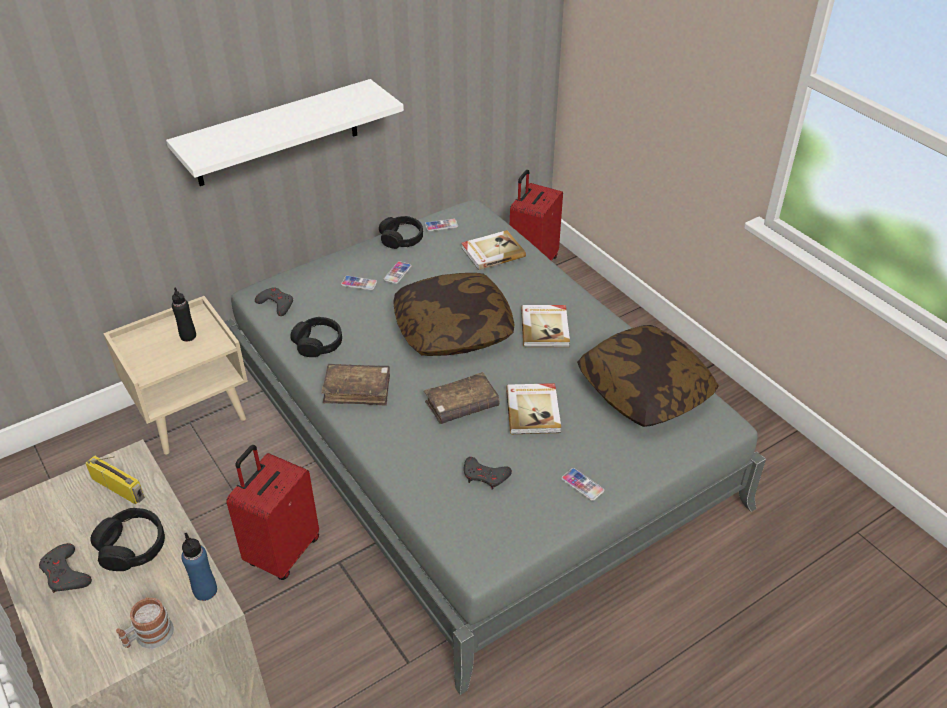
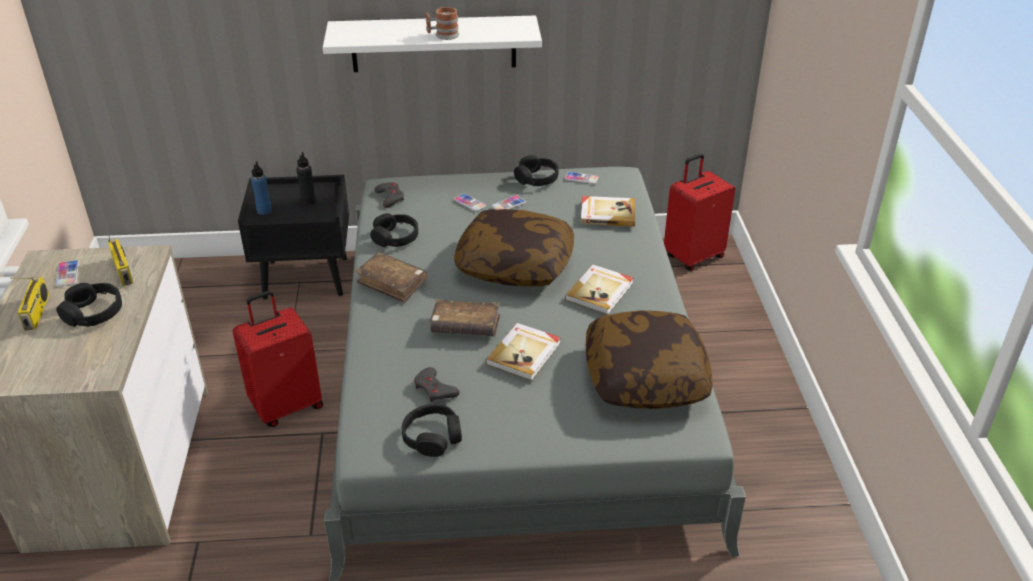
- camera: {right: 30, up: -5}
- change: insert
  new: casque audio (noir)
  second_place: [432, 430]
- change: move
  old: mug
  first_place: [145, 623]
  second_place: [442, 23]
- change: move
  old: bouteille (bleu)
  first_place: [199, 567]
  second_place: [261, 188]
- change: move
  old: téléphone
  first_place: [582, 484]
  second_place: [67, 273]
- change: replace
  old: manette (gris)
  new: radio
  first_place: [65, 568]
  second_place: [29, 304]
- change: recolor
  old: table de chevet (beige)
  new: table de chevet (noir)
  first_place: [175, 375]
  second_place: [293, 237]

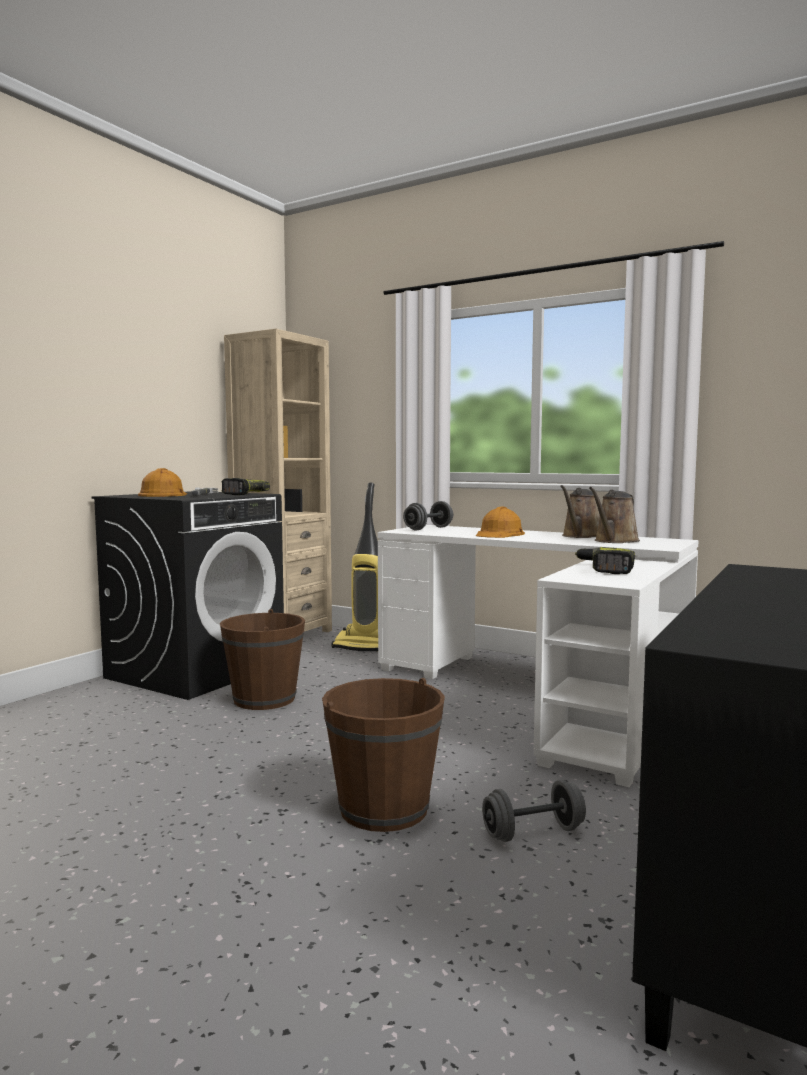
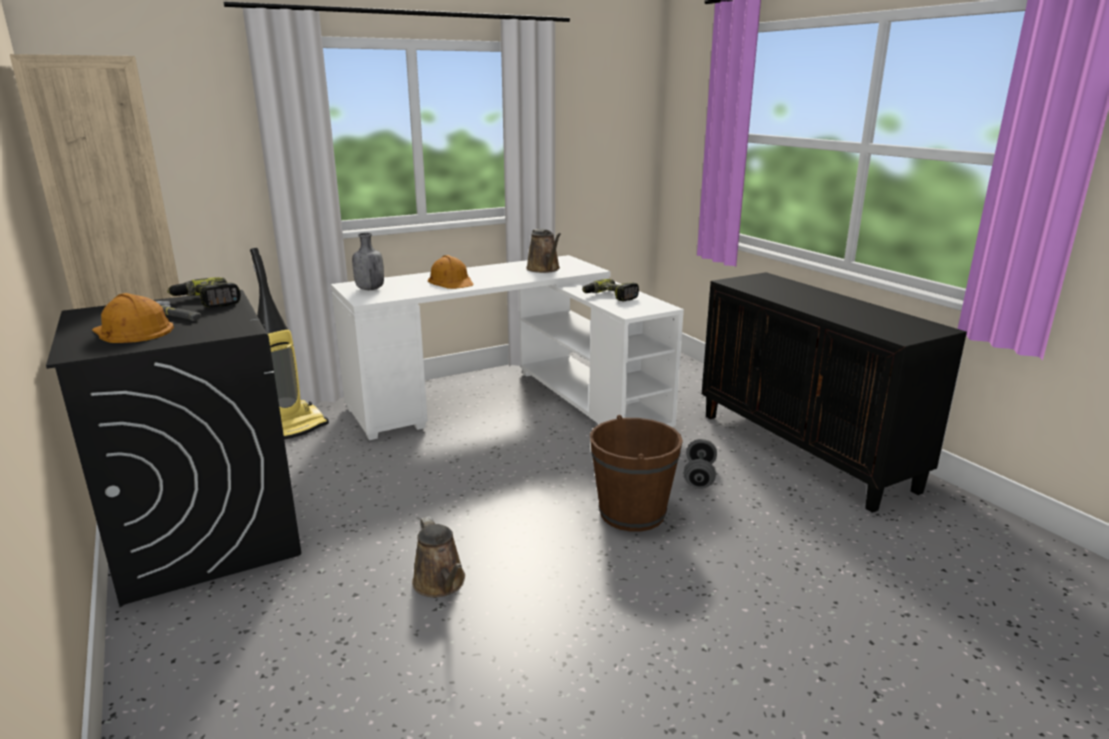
- camera: {right: -60, up: 15}
- change: delete
  old: seau (marron)
  first_place: [262, 659]
- change: move
  old: arrosoir (marron)
  first_place: [580, 511]
  second_place: [438, 556]
- change: replace
  old: haltère (gris)
  new: bouteille (gris)
  first_place: [428, 515]
  second_place: [368, 261]

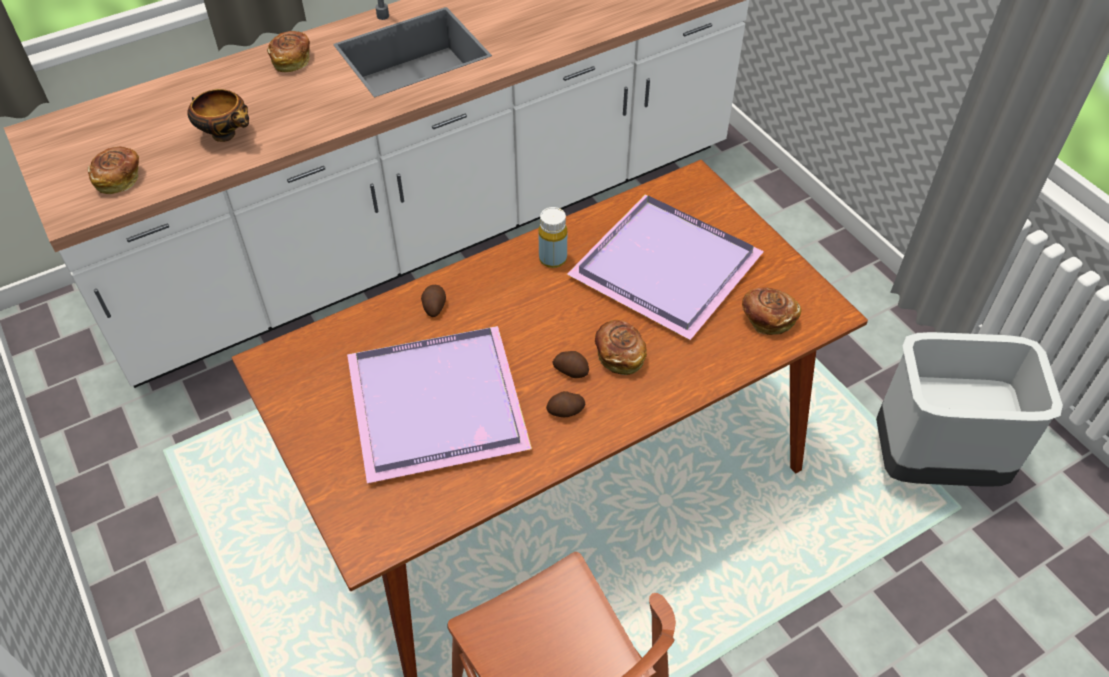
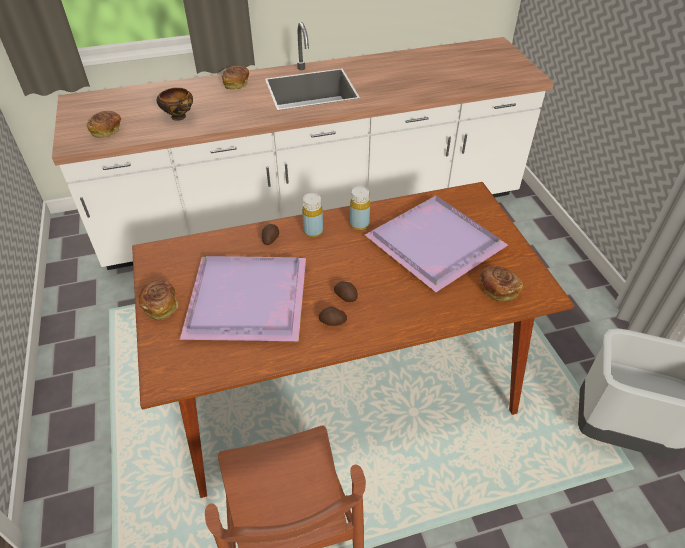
- camera: {right: 15, up: -5}
- change: insert
  new: bouteille (jaune)
  second_place: [312, 215]
- change: move
  old: pain
  first_place: [621, 347]
  second_place: [158, 299]

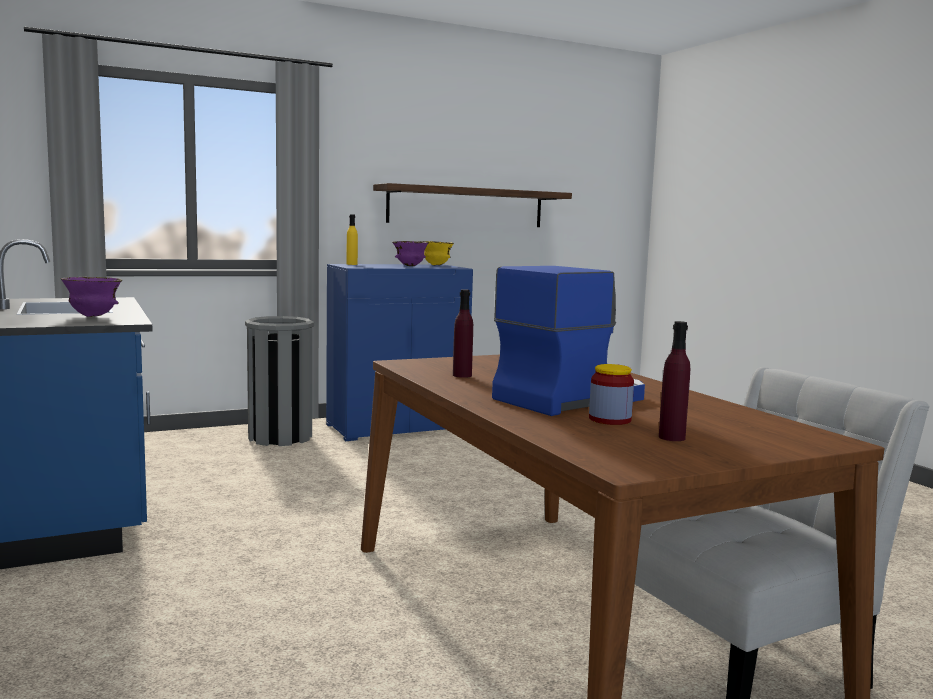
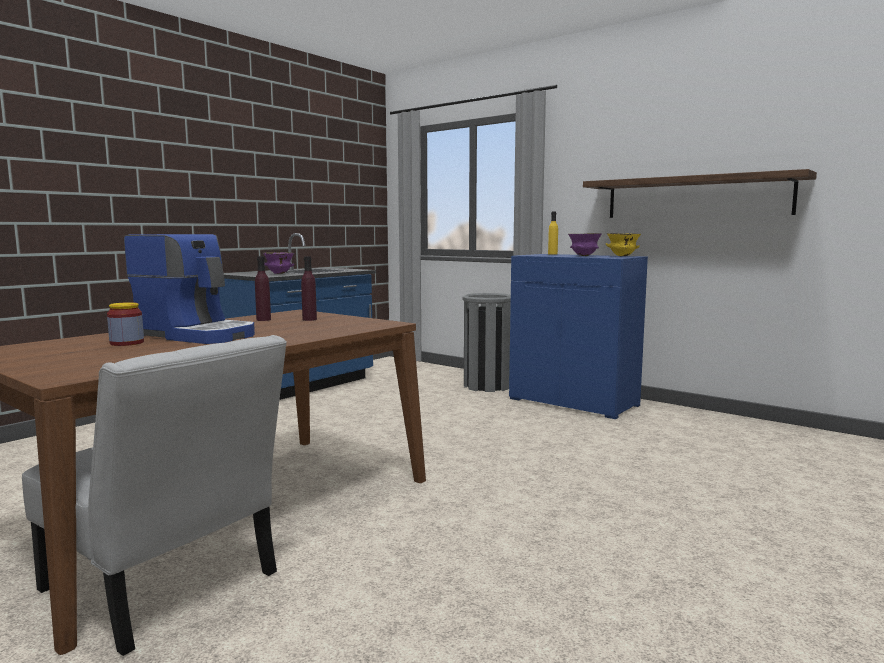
- camera: {right: 65, up: 0}
- change: move
  old: bouteille (violet)
  first_place: [674, 381]
  second_place: [309, 288]

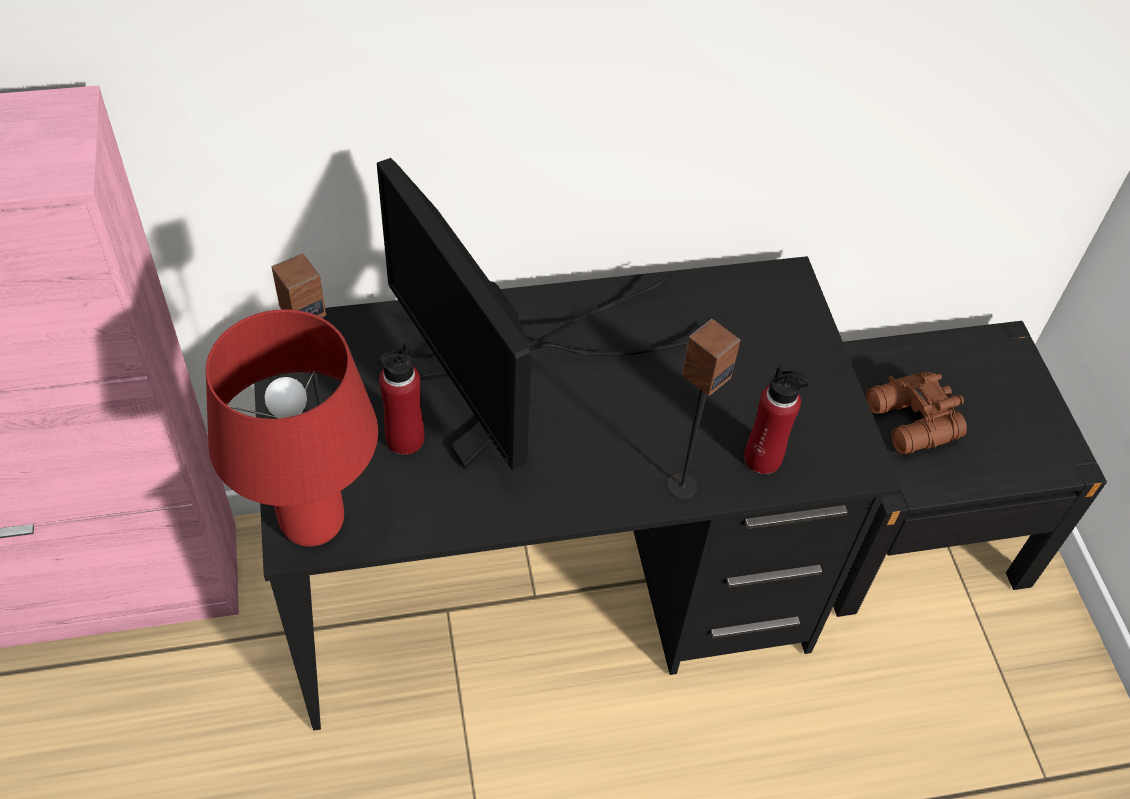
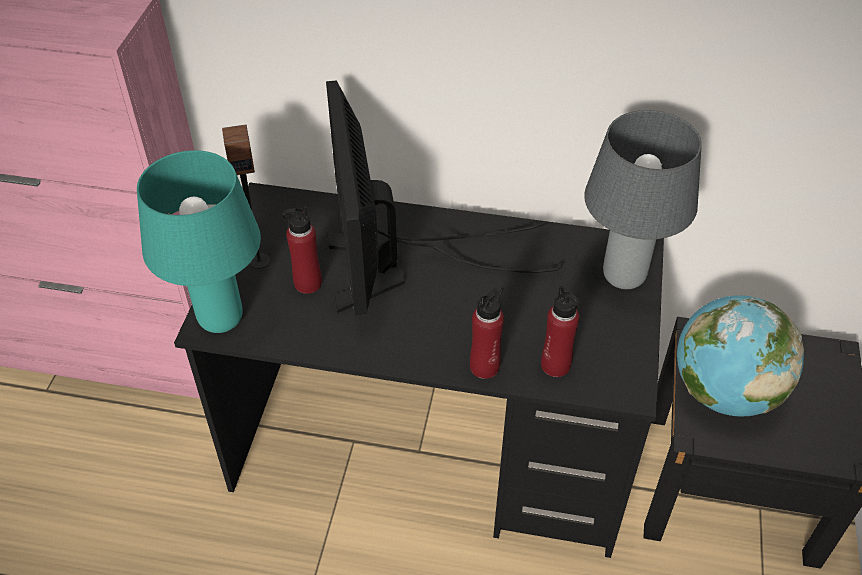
- camera: {right: 25, up: -5}
- change: insert
  new: lampe de table (gris)
  second_place: [643, 199]
- change: replace
  old: enceinte
  new: bouteille (rouge)
  first_place: [704, 409]
  second_place: [487, 332]
- change: replace
  old: jumelles (marron)
  new: globe
  first_place: [916, 413]
  second_place: [740, 355]
- change: recolor
  old: lampe de table (rouge)
  new: lampe de table (turquoise)
  first_place: [292, 428]
  second_place: [199, 241]

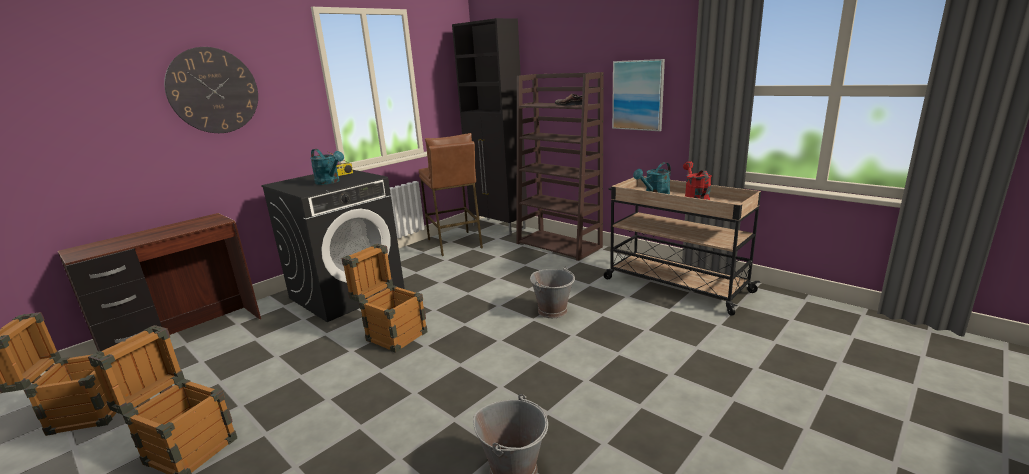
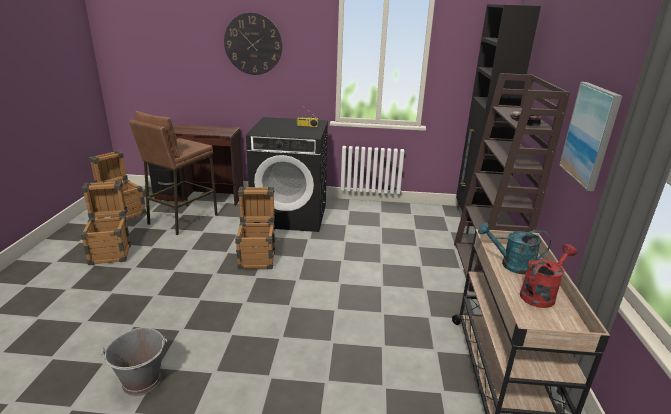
- camera: {right: 50, up: 5}
- change: delete
  old: arrosoir (turquoise)
  first_place: [327, 167]
- change: delete
  old: seau (gris)
  first_place: [552, 292]
- change: move
  old: tabouret (marron)
  first_place: [451, 194]
  second_place: [173, 173]

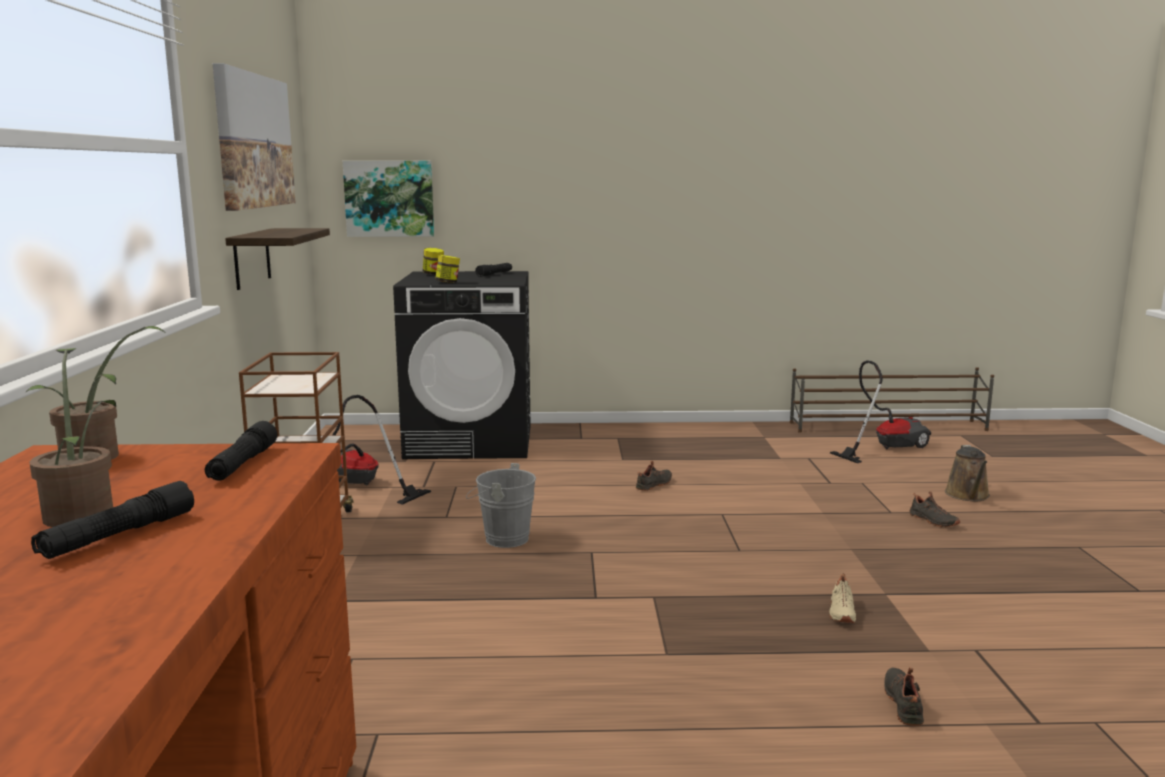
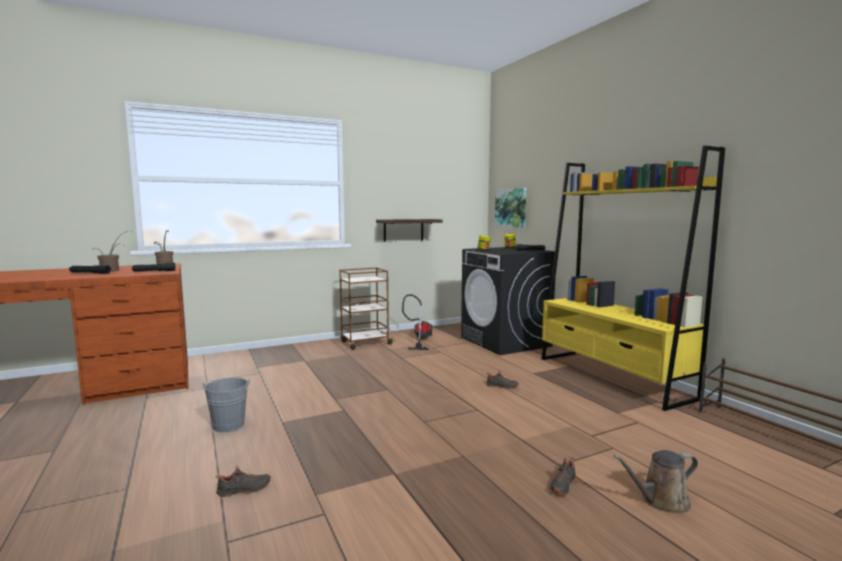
- camera: {right: 65, up: -5}
- change: delete
  old: tableau
  first_place: [254, 137]
- change: delete
  old: chaussure (beige)
  first_place: [842, 598]
- change: delete
  old: aspirateur
  first_place: [880, 411]
- change: insert
  new: bibliothèque (jaune)
  second_place: [633, 278]
- change: move
  old: seau (gris)
  first_place: [501, 505]
  second_place: [226, 405]

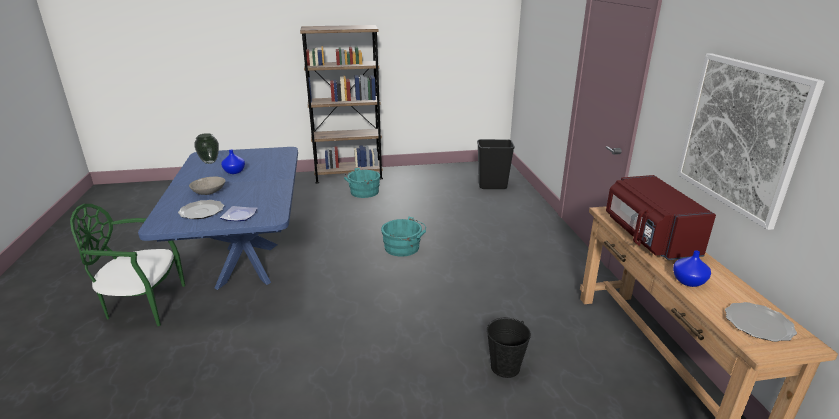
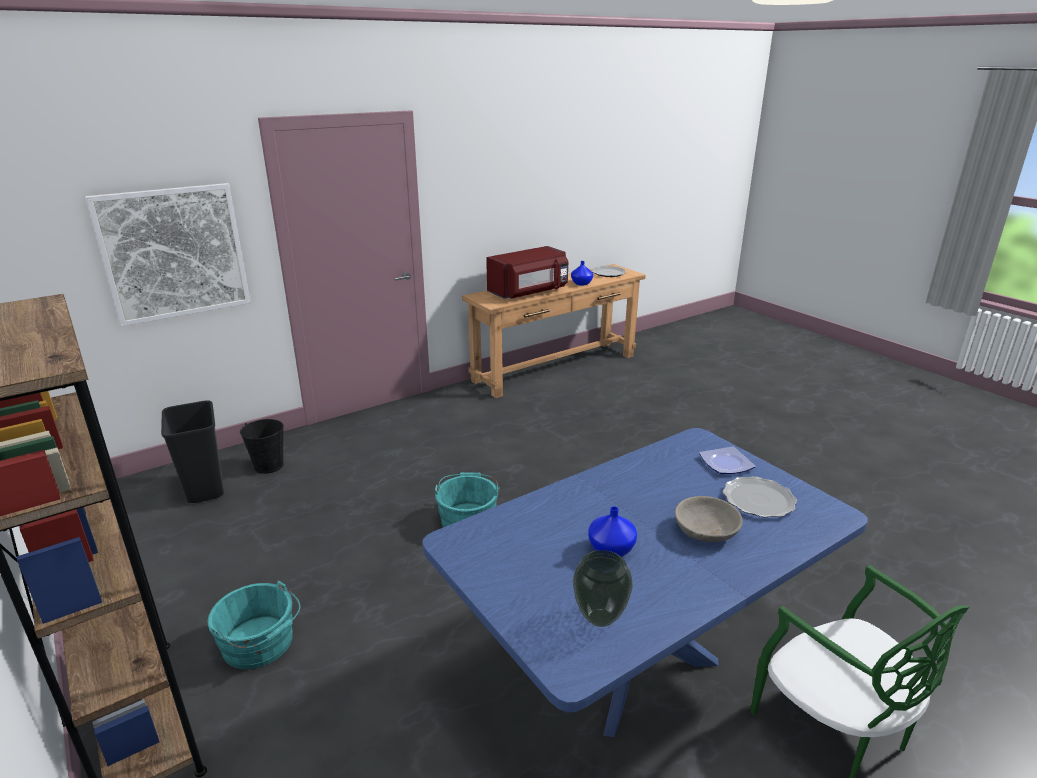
- camera: {right: -115, up: 0}
- change: move
  old: seau (noir)
  first_place: [509, 347]
  second_place: [262, 446]
- change: move
  old: tableau
  first_place: [751, 141]
  second_place: [168, 255]

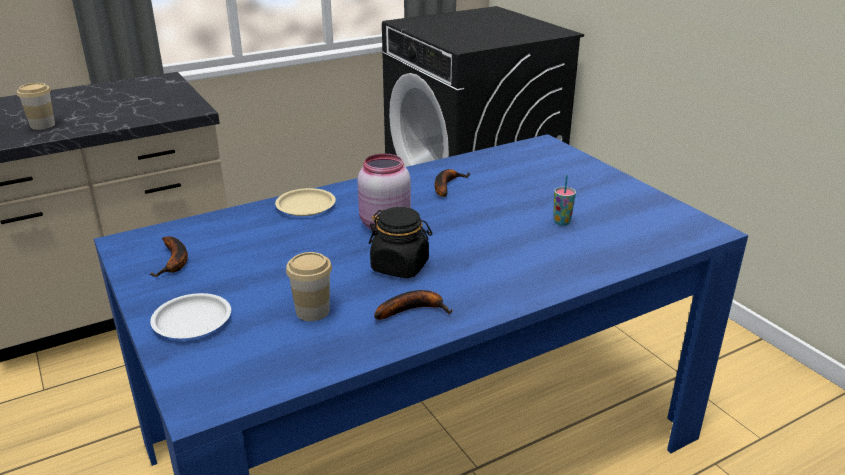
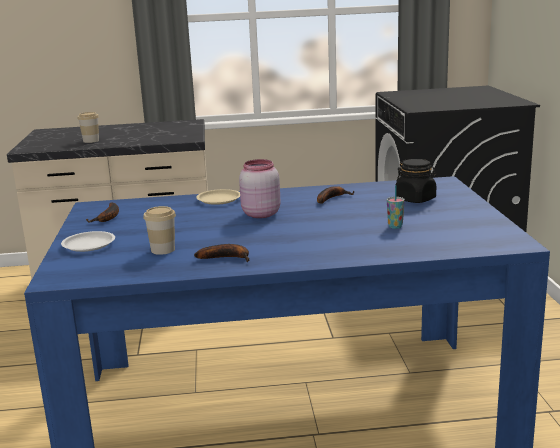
- camera: {right: 25, up: -10}
- change: move
  old: bocal (noir)
  first_place: [400, 242]
  second_place: [416, 181]

